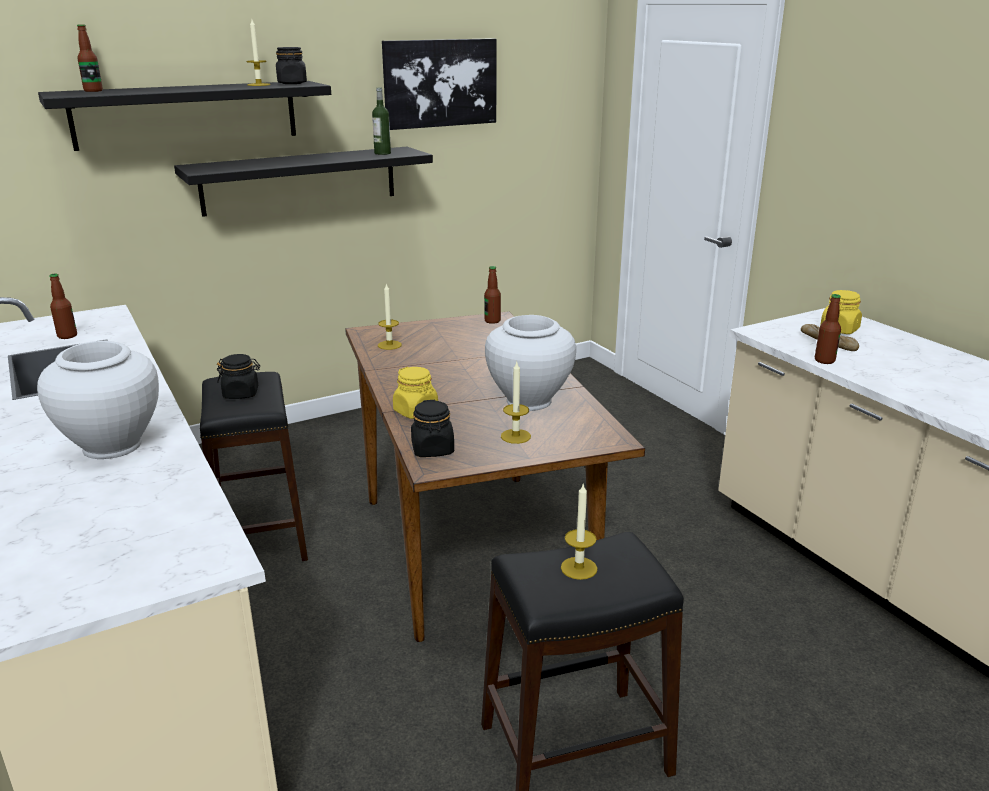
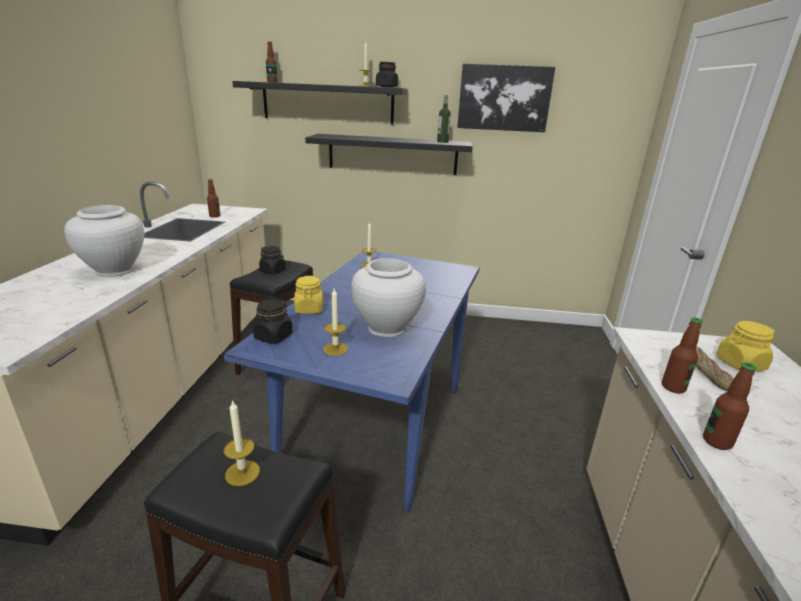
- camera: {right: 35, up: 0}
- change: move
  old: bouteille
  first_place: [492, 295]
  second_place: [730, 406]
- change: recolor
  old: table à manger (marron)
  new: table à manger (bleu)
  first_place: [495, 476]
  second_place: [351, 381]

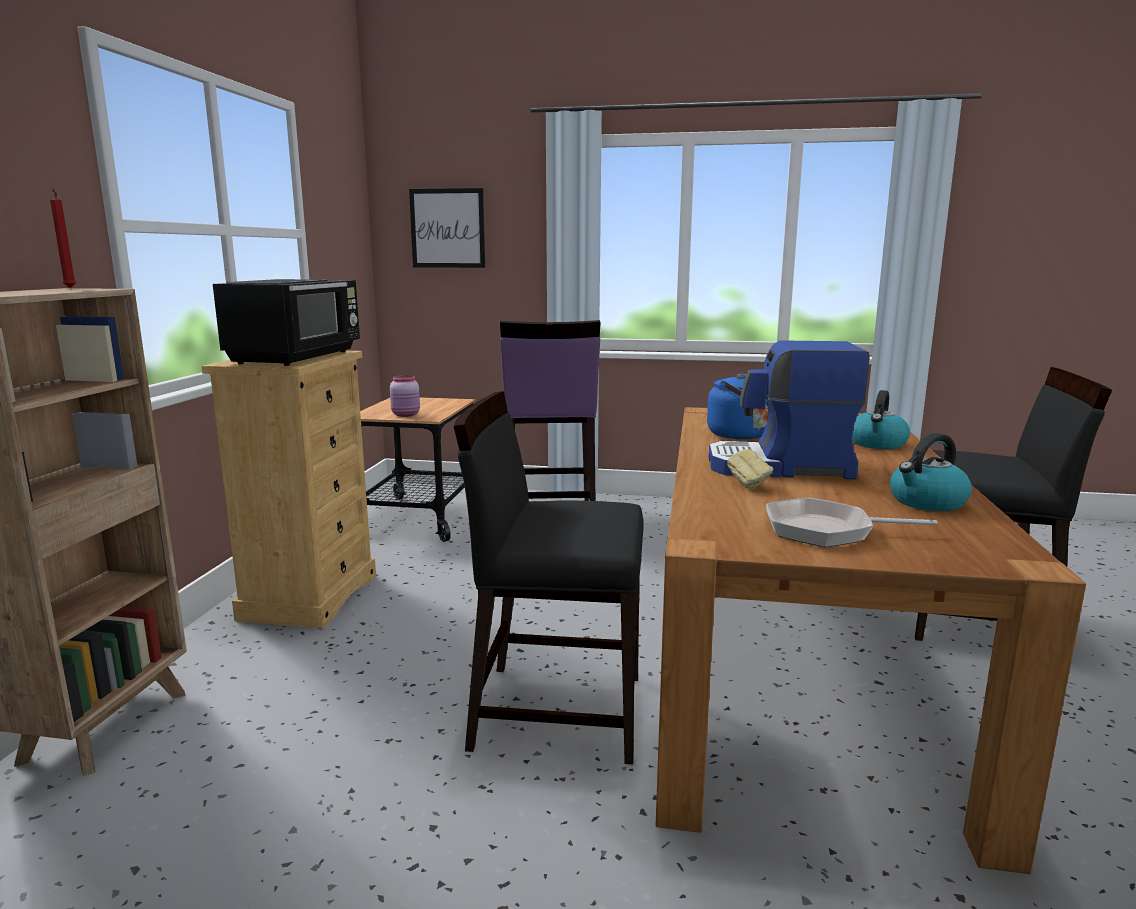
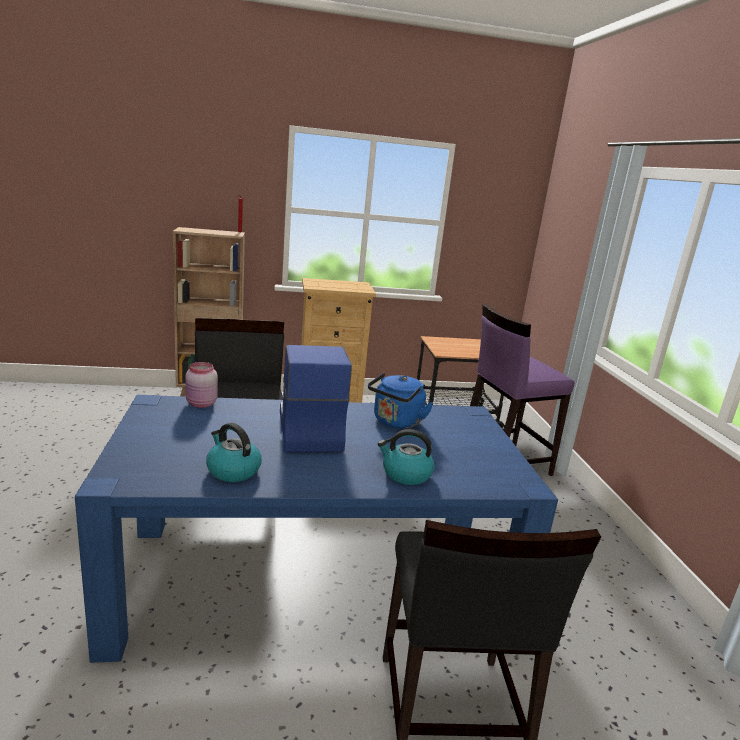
- camera: {right: 70, up: 5}
- change: delete
  old: micro-ondes (noir)
  first_place: [286, 322]
- change: delete
  old: tableau
  first_place: [447, 228]
- change: delete
  old: pain
  first_place: [750, 469]
- change: delete
  old: poêle
  first_place: [852, 522]
- change: move
  old: bocal (rose)
  first_place: [405, 396]
  second_place: [201, 385]
- change: recolor
  old: table à manger (marron)
  new: table à manger (bleu)
  first_place: [871, 640]
  second_place: [316, 529]

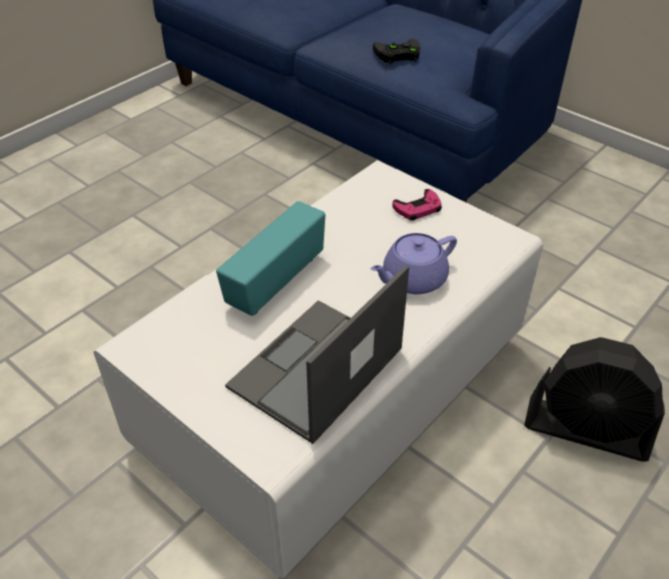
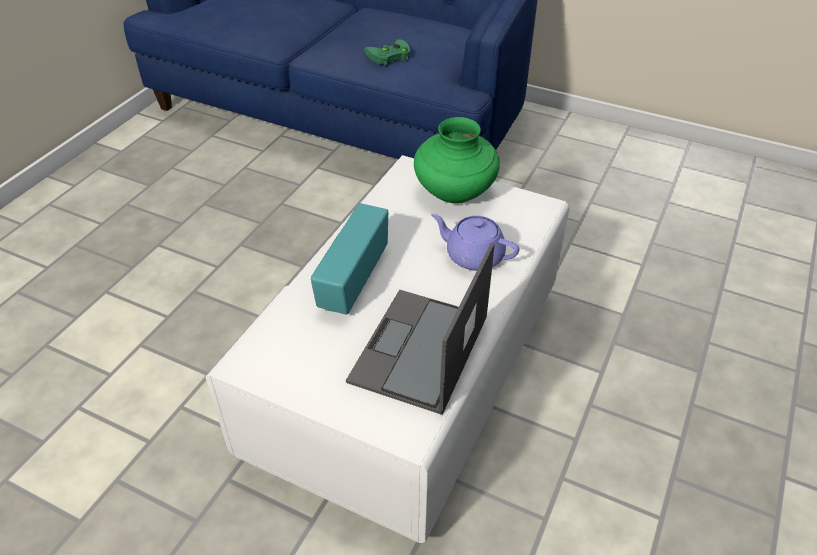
- camera: {right: -15, up: 0}
- change: delete
  old: ventilateur (noir)
  first_place: [594, 399]
- change: replace
  old: manette (rose)
  new: vase (vert)
  first_place: [417, 205]
  second_place: [457, 160]
- change: recolor
  old: manette (noir)
  new: manette (vert)
  first_place: [396, 51]
  second_place: [387, 52]
- change: rotate
  old: théière (violet)
  first_place: [413, 263]
  second_place: [475, 242]
  degrees: 75

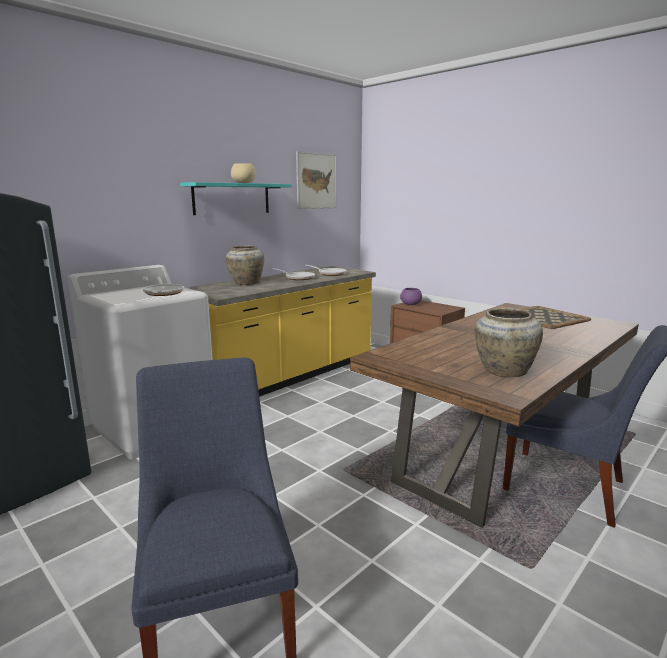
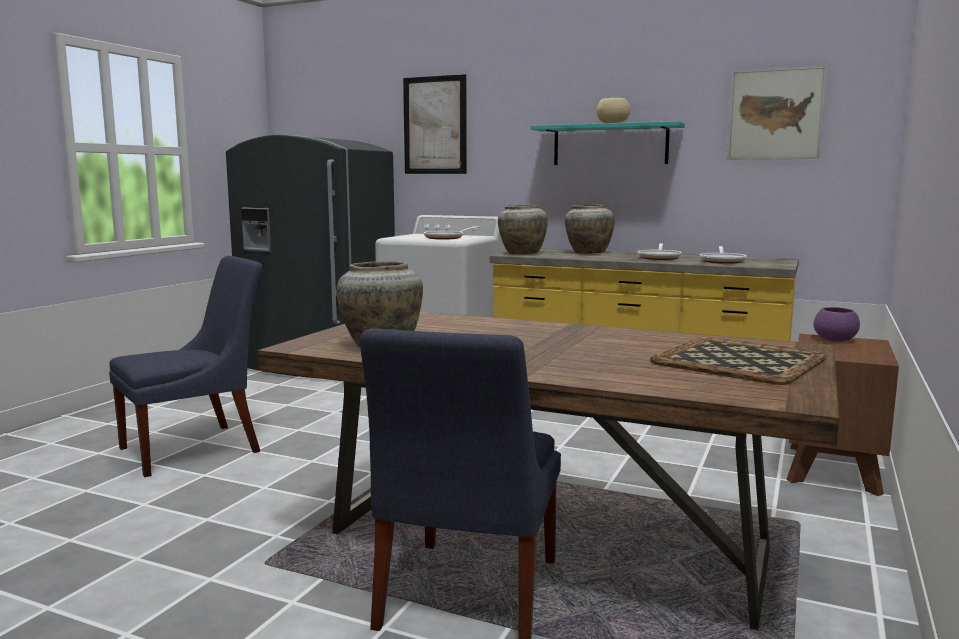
- camera: {right: 70, up: -5}
- change: insert
  new: tableau
  second_place: [435, 124]
- change: insert
  new: vase (beige)
  second_place: [523, 229]

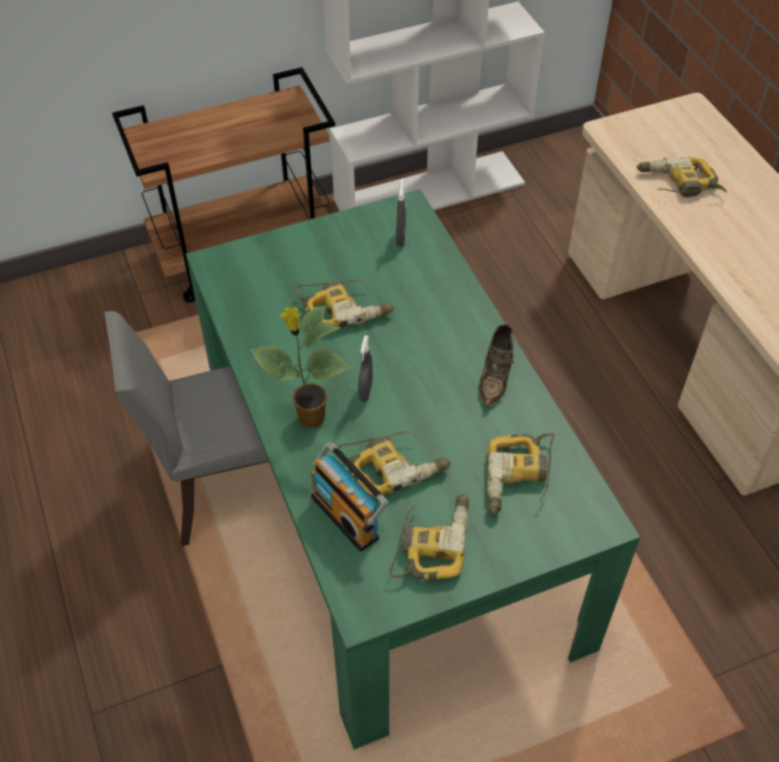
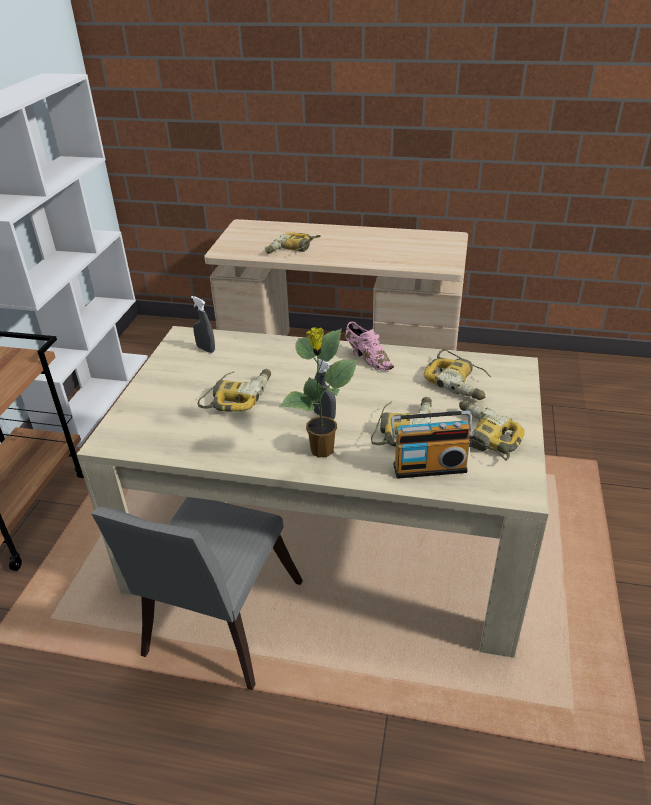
- camera: {right: -55, up: -15}
- change: recolor
  old: table à manger (vert)
  new: table à manger (beige)
  first_place: [413, 469]
  second_place: [313, 492]
- change: recolor
  old: chaussure (marron)
  new: chaussure (rose)
  first_place: [496, 365]
  second_place: [369, 346]

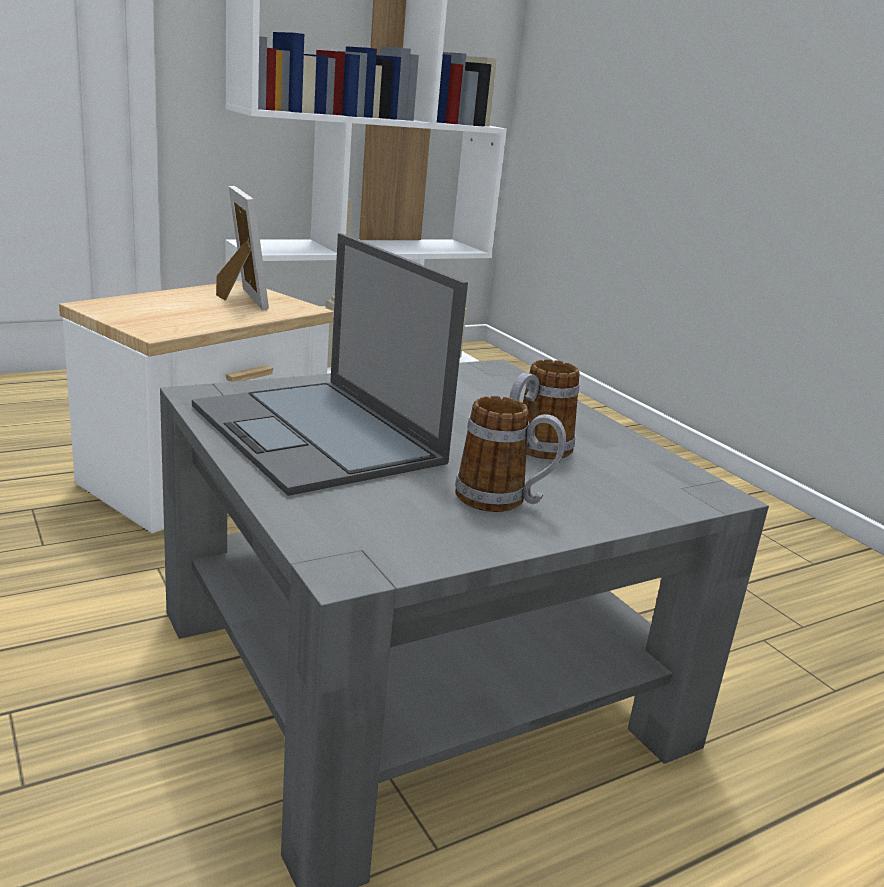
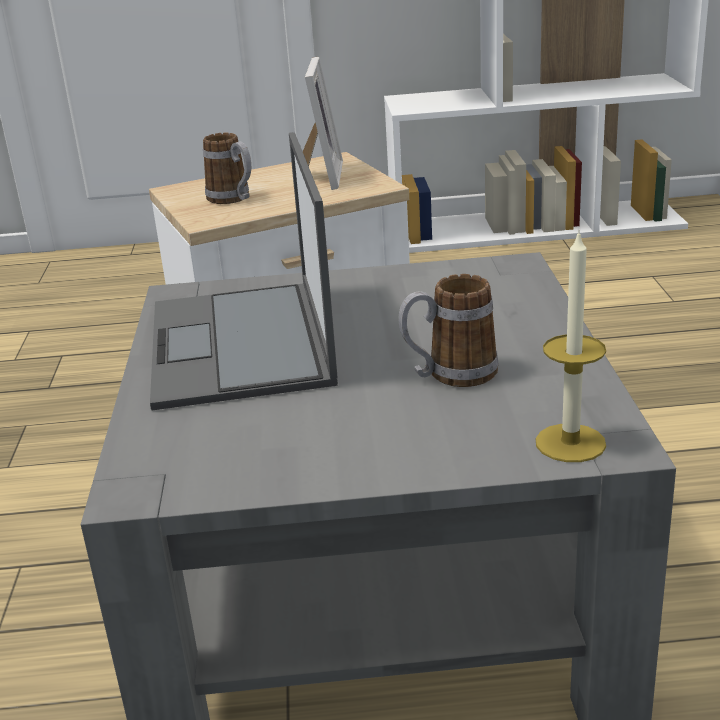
- camera: {right: 30, up: 5}
- change: insert
  new: bougie
  second_place: [571, 346]
- change: move
  old: mug
  first_place: [510, 454]
  second_place: [227, 168]

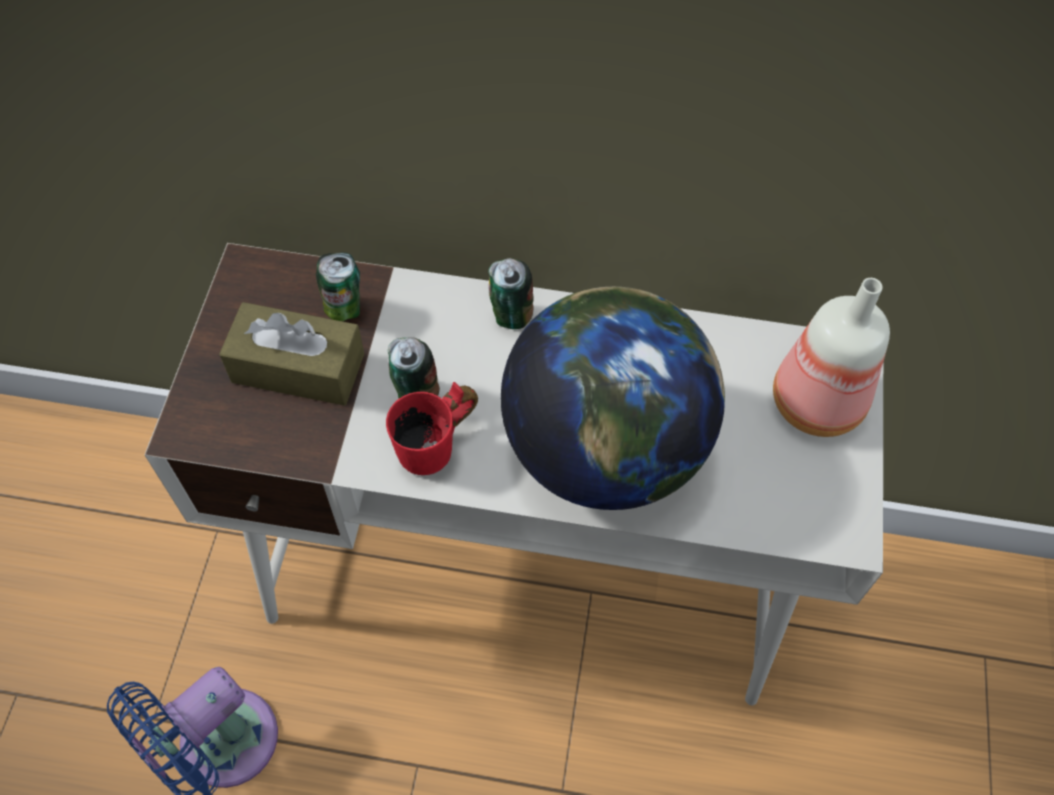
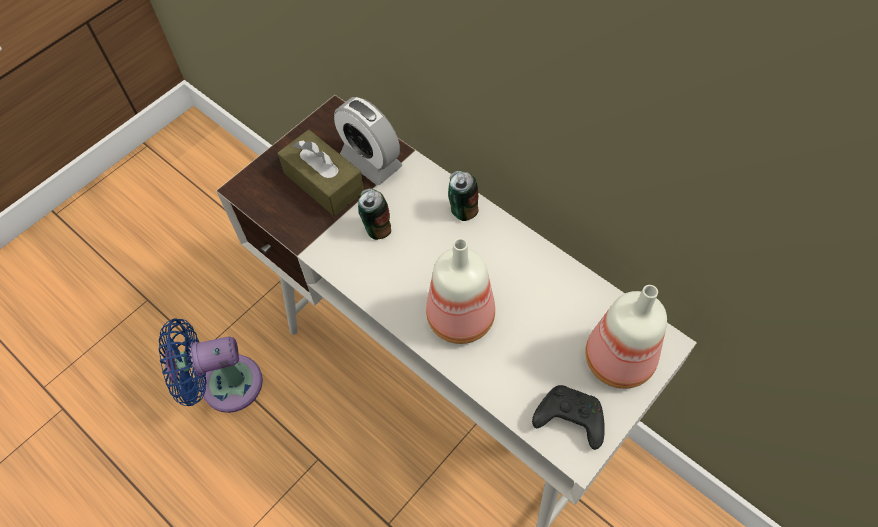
- camera: {right: 35, up: 0}
- change: delete
  old: mug (rouge)
  first_place: [432, 428]
- change: insert
  new: manette (noir)
  second_place: [568, 417]
- change: replace
  old: boîte métallique
  new: réveil
  first_place: [338, 286]
  second_place: [368, 141]
- change: replace
  old: globe
  new: bouteille
  first_place: [613, 398]
  second_place: [460, 291]

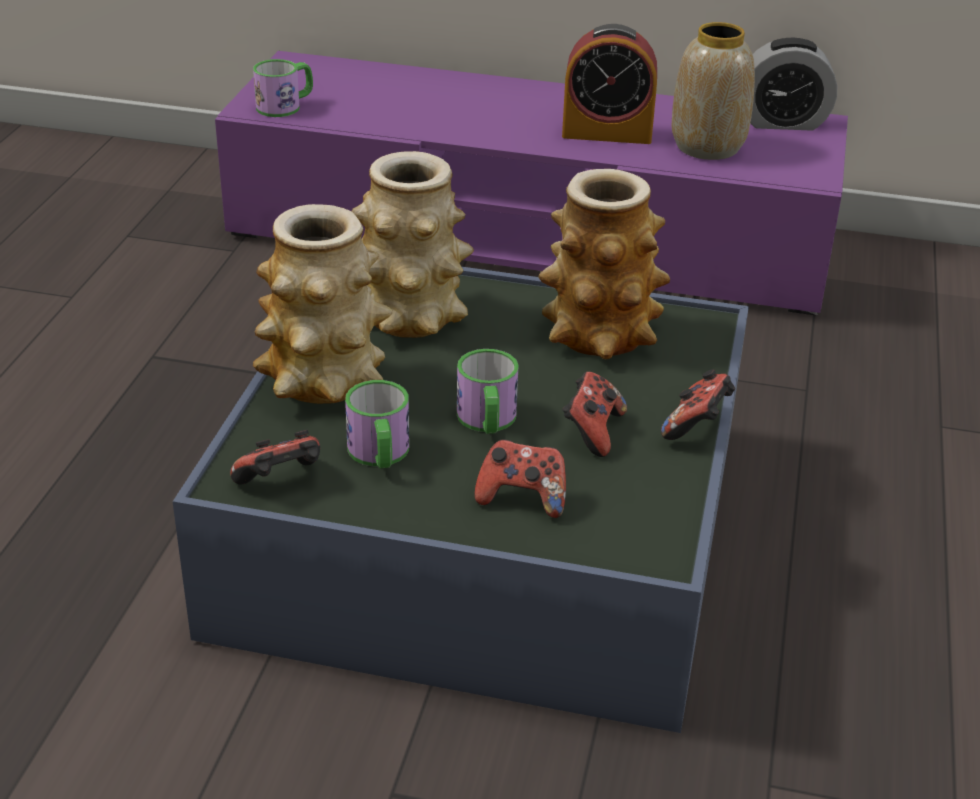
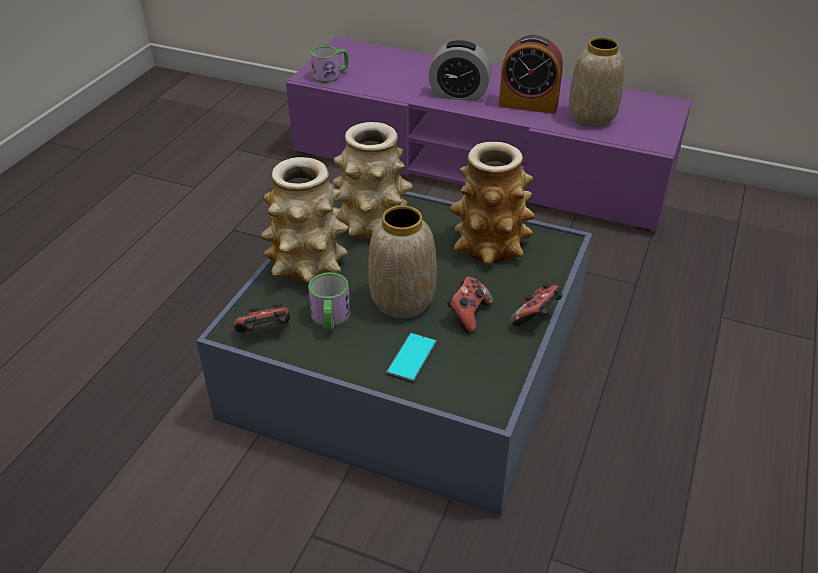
- camera: {right: 10, up: 5}
- change: move
  old: réveil
  first_place: [794, 84]
  second_place: [459, 70]
- change: replace
  old: mug
  new: vase
  first_place: [488, 391]
  second_place: [402, 262]
- change: replace
  old: manette
  new: téléphone
  first_place: [520, 478]
  second_place: [411, 358]

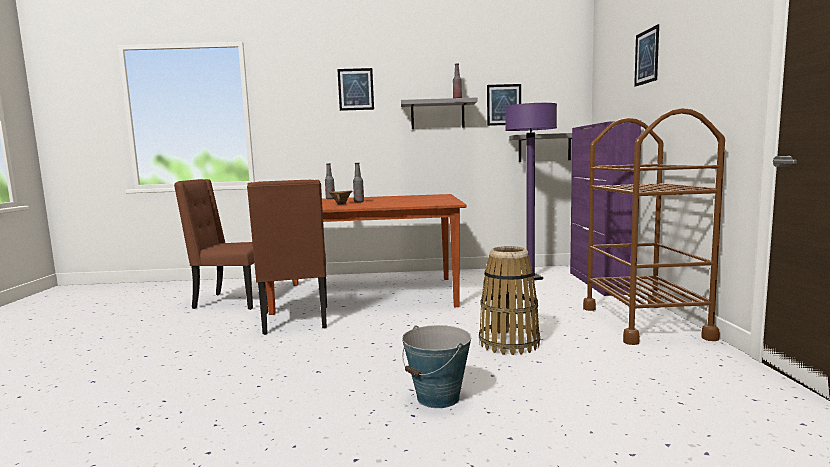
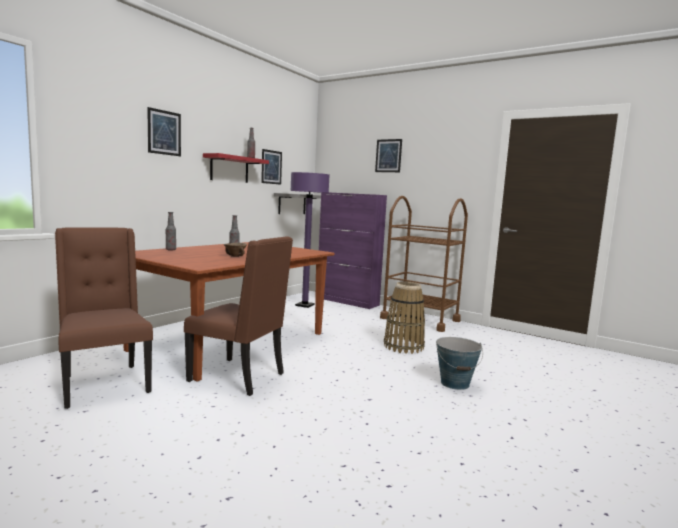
- camera: {right: -55, up: 0}
- change: recolor
  old: étagère (gris)
  new: étagère (rouge)
  first_place: [439, 113]
  second_place: [236, 168]
- change: rotate
  old: chaise (marron)
  first_place: [214, 244]
  second_place: [104, 318]
  degrees: 105

